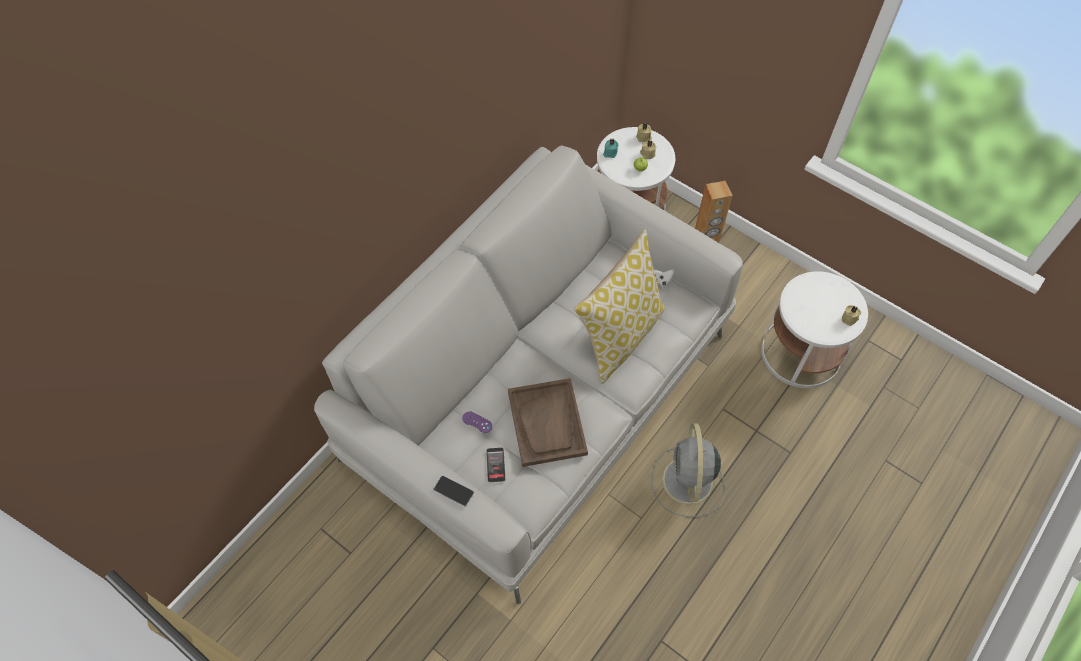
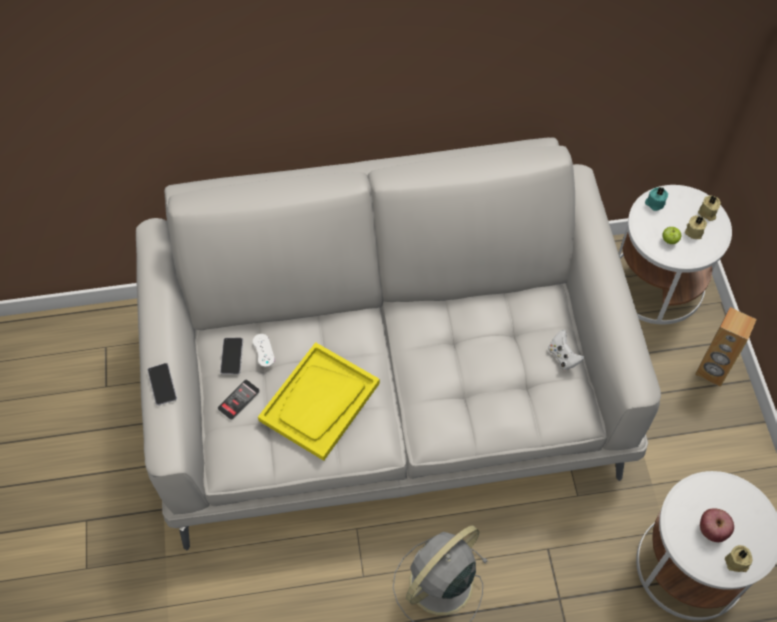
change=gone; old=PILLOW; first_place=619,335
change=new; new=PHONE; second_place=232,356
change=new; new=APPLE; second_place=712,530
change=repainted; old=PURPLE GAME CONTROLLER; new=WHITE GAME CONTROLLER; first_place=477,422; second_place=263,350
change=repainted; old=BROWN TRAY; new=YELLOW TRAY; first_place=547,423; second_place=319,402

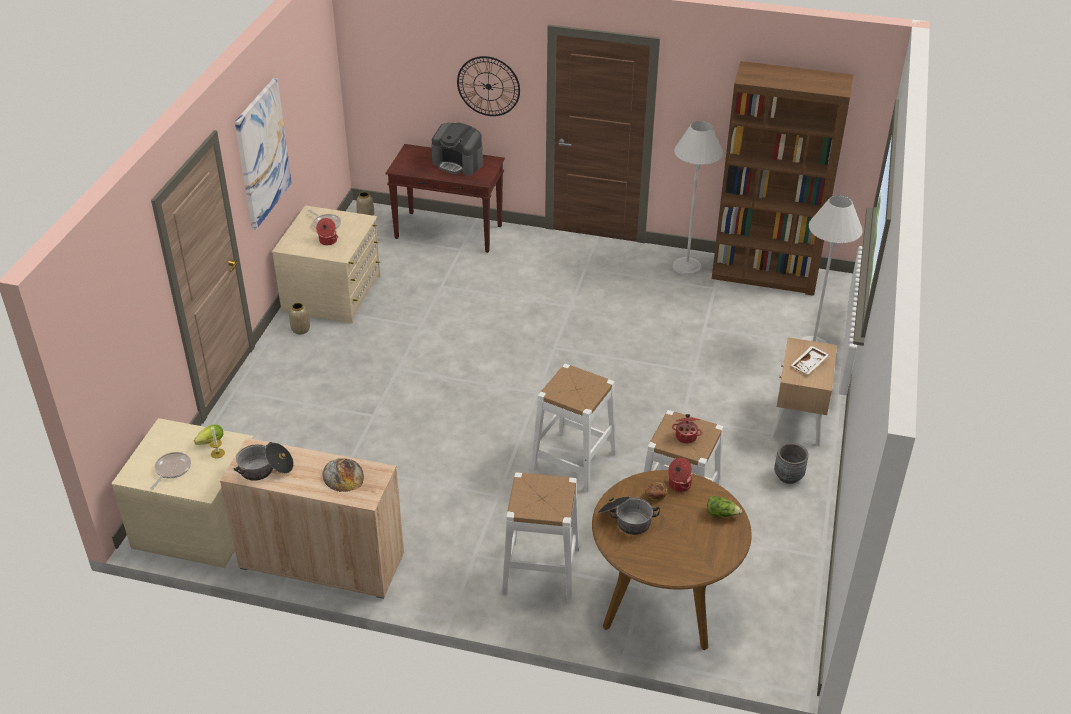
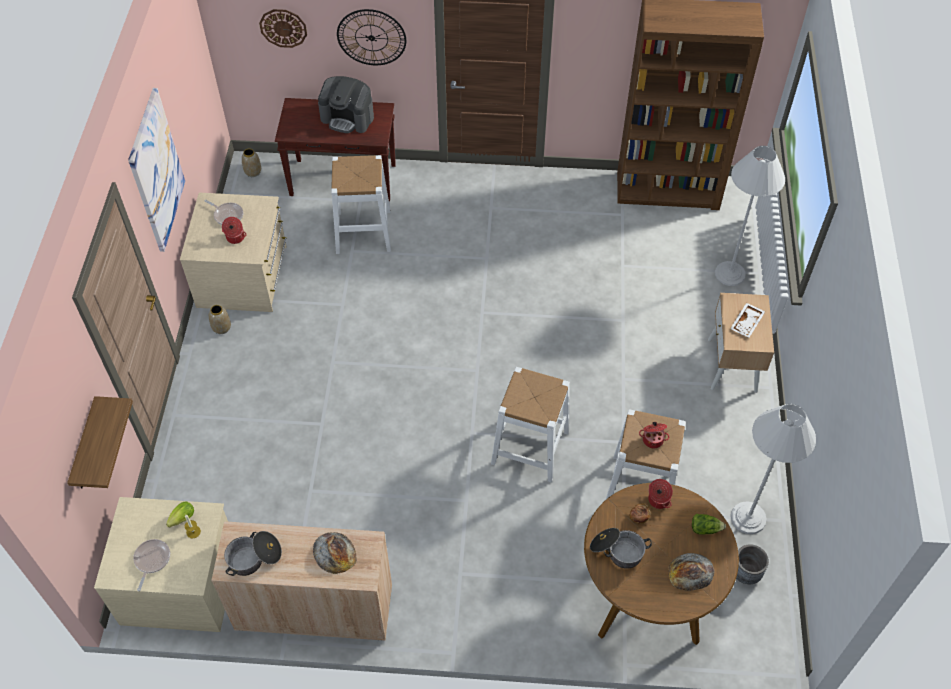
change=new; new=SHELF; second_place=86,447
change=new; new=WALL CLOCK; second_place=283,28
change=new; new=BREAD; second_place=690,572
change=shifted; old=WHITE STOOL; first_place=540,571; second_place=363,231
change=shifted; old=WHITE FLOOR LAMP; first_place=687,267; second_place=748,518
change=shifted; old=GREY PLANTER; first_place=788,476; second_place=745,573

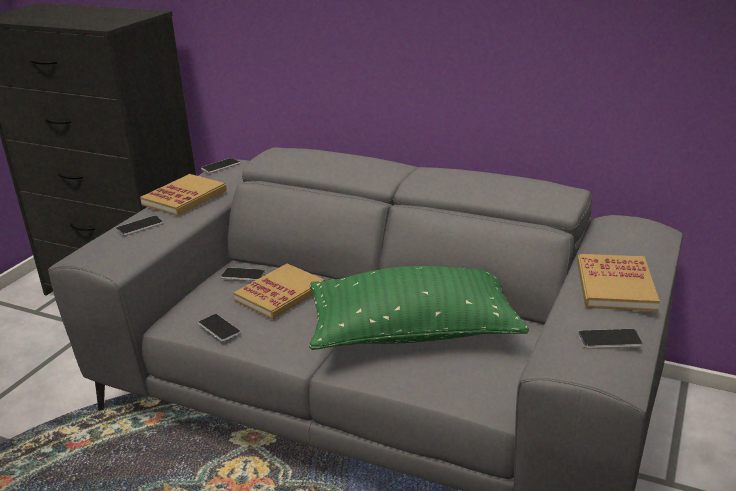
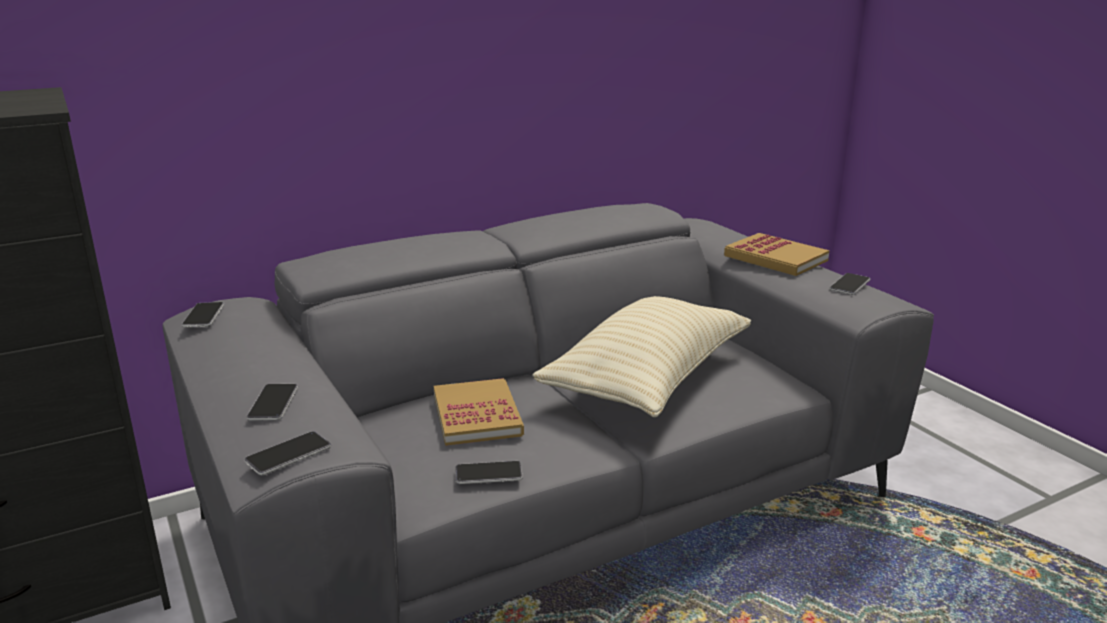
change=gone; old=BOOK; first_place=185,198
change=shifted; old=PHONE; first_place=243,275; second_place=288,455
change=repainted; old=GREEN PILLOW; new=BEIGE PILLOW; first_place=413,332; second_place=647,379

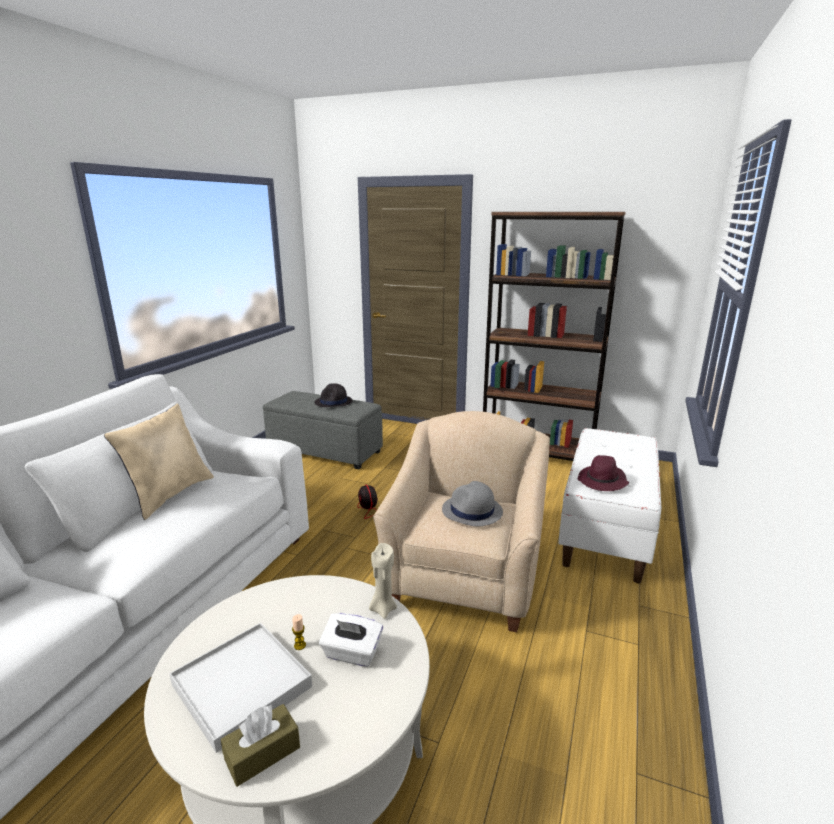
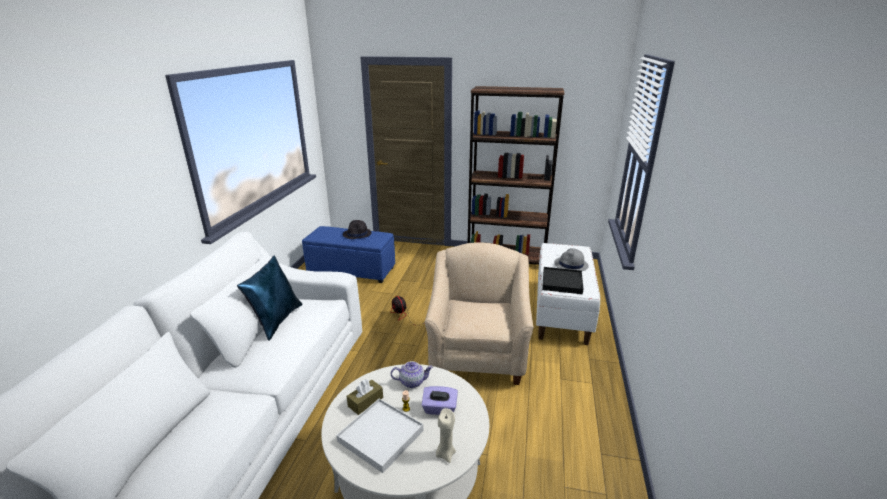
change=new; new=TEAPOT; second_place=412,382
change=shifted; old=BROWN TISSUE BOX; first_place=262,753; second_place=365,402
change=shifted; old=BEIGE CANDLE; first_place=383,608; second_place=445,454
change=shifted; old=GREY HAT; first_place=472,511; second_place=571,265
change=swapped; old=PURPLE HAT; new=BLACK TRAY; first_place=602,482; second_place=562,282
change=repainted; old=BEIGE PILLOW; new=BLUE PILLOW; first_place=170,494; second_place=277,320
change=repainted; old=GREY OTTOMAN; new=BLUE OTTOMAN; first_place=325,451; second_place=352,270
change=repainted; old=WHITE TISSUE BOX; new=PURPLE TISSUE BOX; first_place=352,653; second_place=439,409

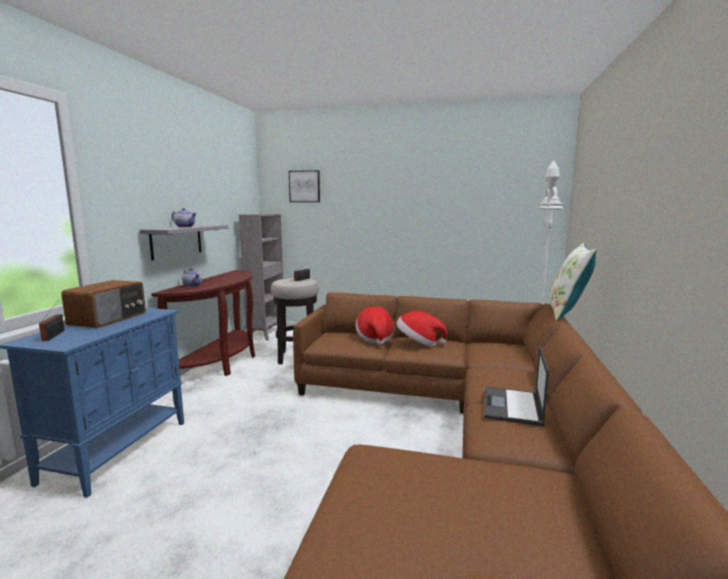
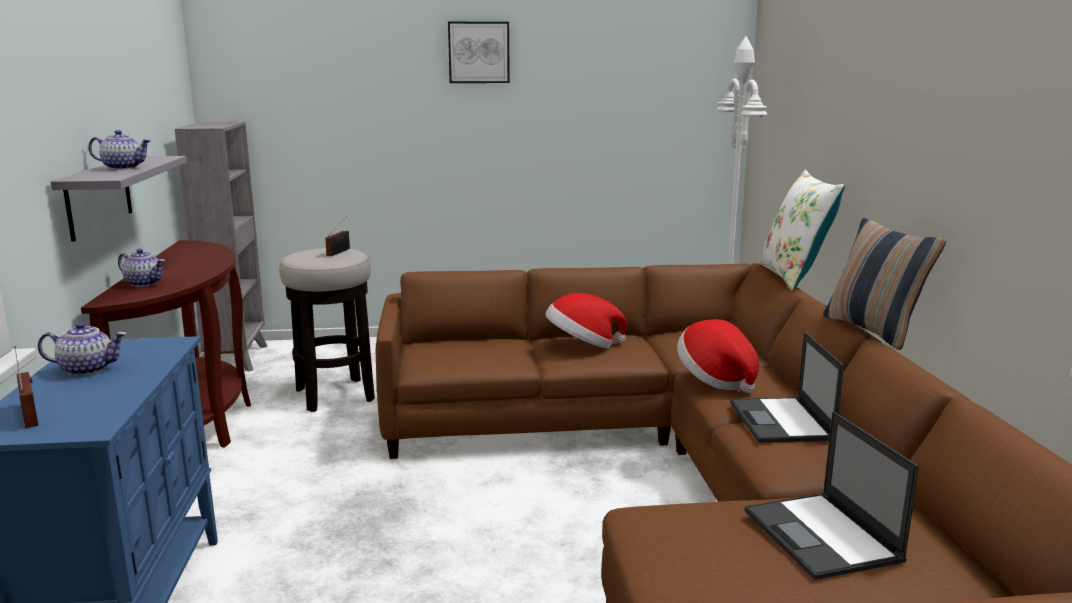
change=new; new=LAPTOP; second_place=823,536
change=new; new=PILLOW; second_place=873,330
change=shifted; old=PICTURE; first_place=304,186; second_place=478,52
change=shifted; old=HAT; first_place=375,338; second_place=716,379
change=swapped; old=RADIO; new=TEAPOT; first_place=109,319; second_place=88,369

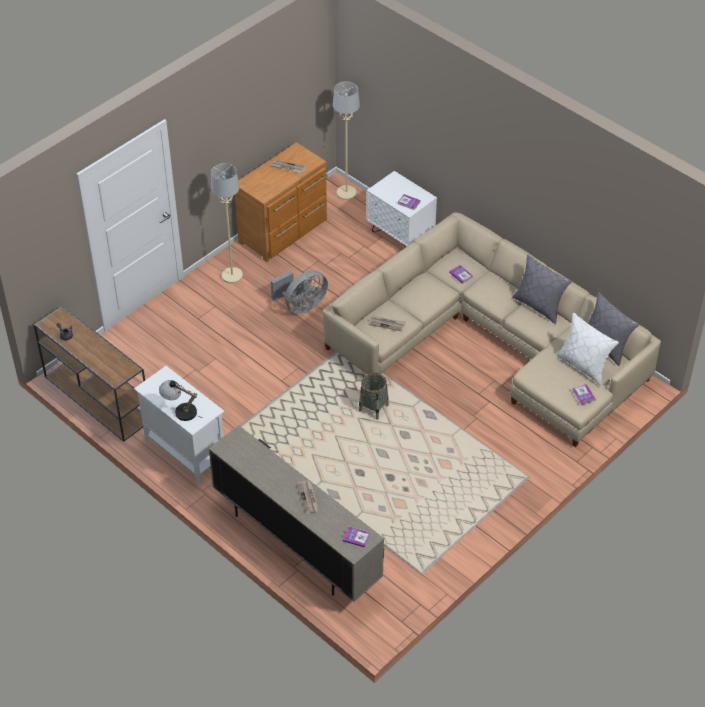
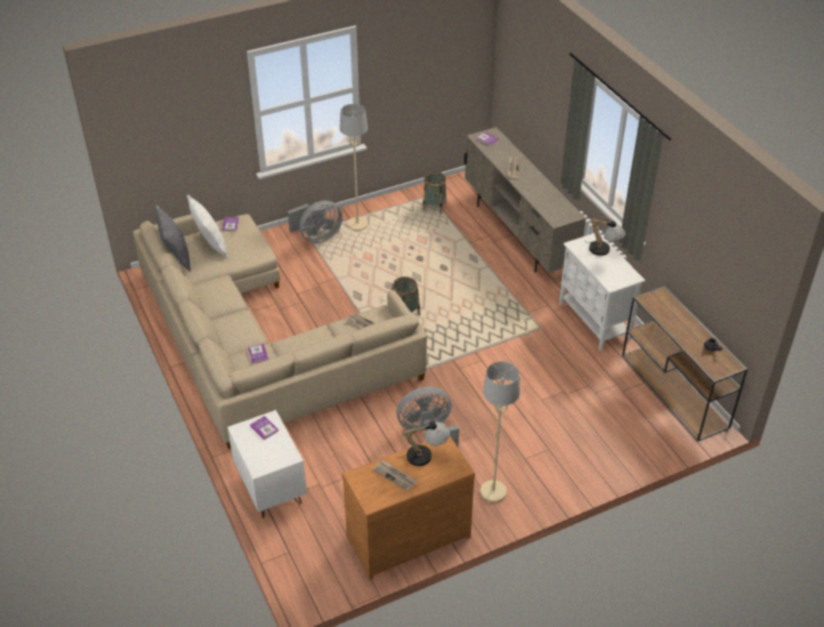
change=gone; old=GREY PILLOW; first_place=539,305
change=new; new=GREY FAN; second_place=317,237
change=new; new=TABLE LAMP; second_place=426,456
change=new; new=BASKET; second_place=434,207
change=shifted; old=BEIGE FLOOR LAMP; first_place=346,193; second_place=357,225

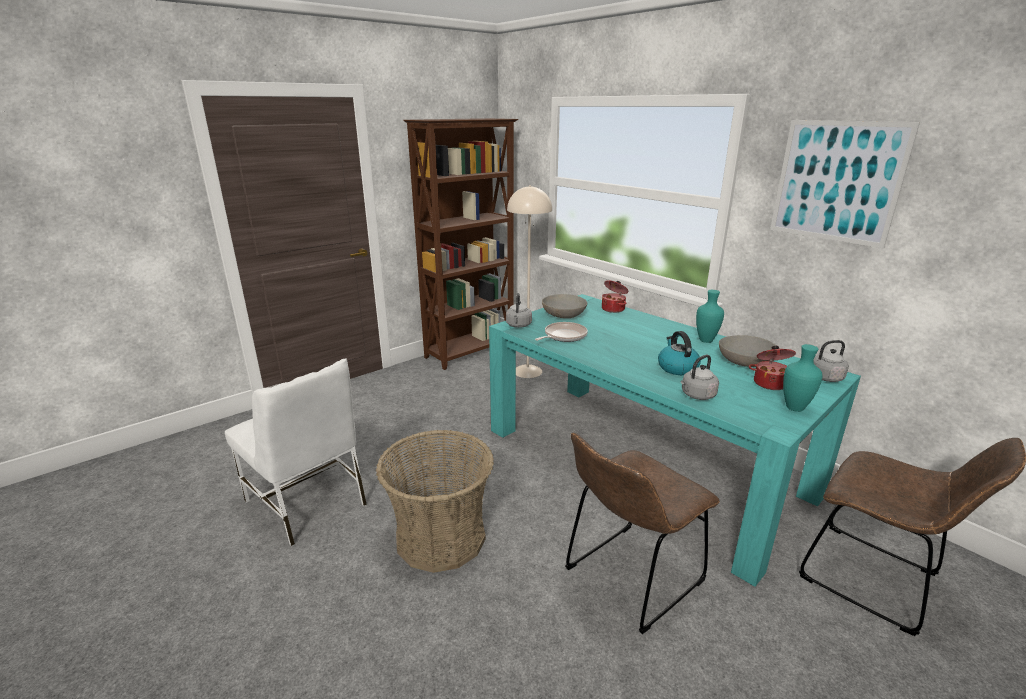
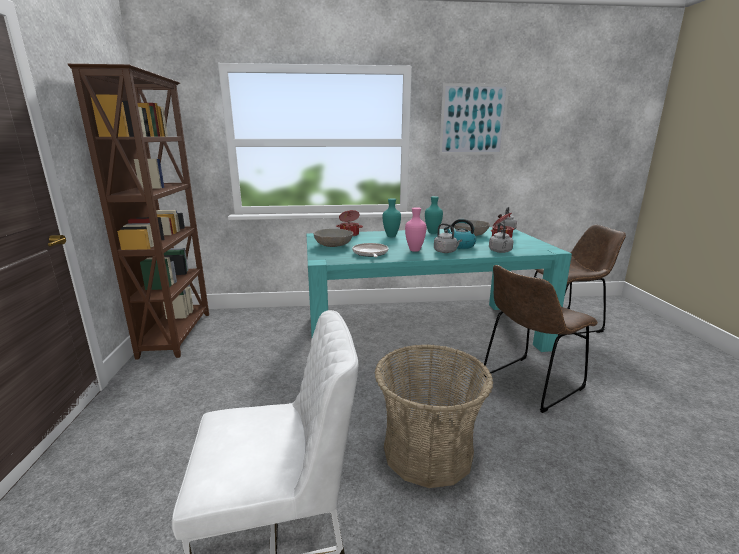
change=gone; old=BEIGE FLOOR LAMP; first_place=527,371
change=new; new=PINK VASE; second_place=415,250
change=shifted; old=GREY KETTLE; first_place=518,325; second_place=446,252
change=shifted; old=TURQUOISE VASE; first_place=795,408; second_place=392,236
change=rotated; old=BROWN CHAIR; first_place=629,578; second_place=528,384; degrees=60

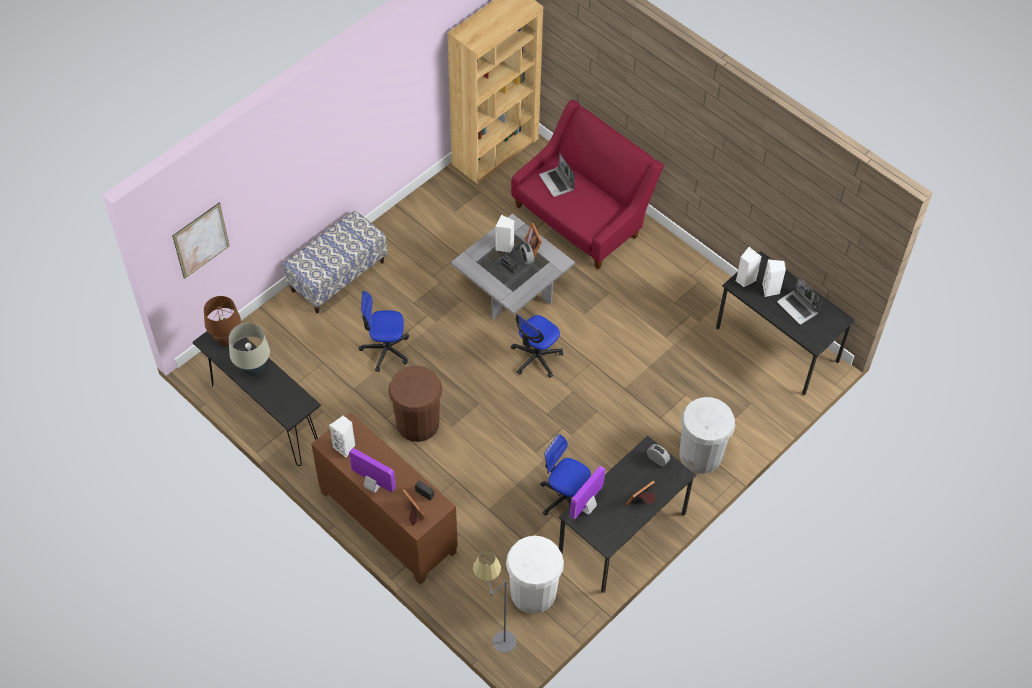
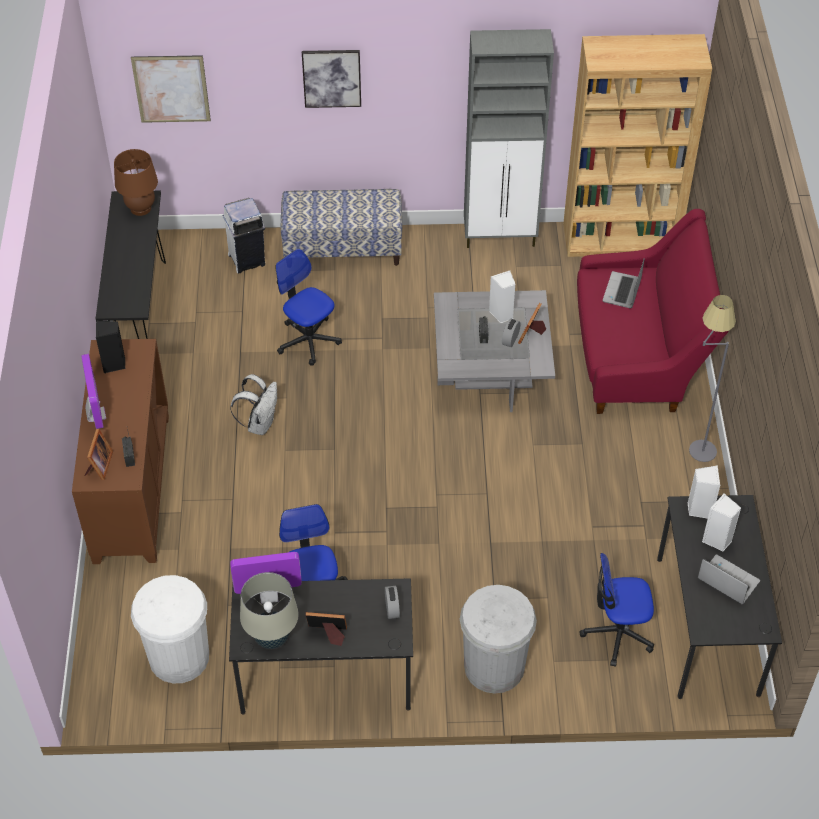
change=new; new=WHITE TRASH CAN; second_place=247,259
change=new; new=PICTURE; second_place=331,78
change=new; new=GREY CABINET; second_place=501,237
change=shifted; old=BEIGE TABLE LAMP; first_place=253,369; second_place=272,638
change=shifted; old=GREY FLOOR LAMP; first_place=494,637; second_place=697,441
change=shifted; old=OFFICE CHAIR; first_place=536,358; second_place=617,633
change=swapped; old=BROWN TRASH CAN; new=WHITE BACKPACK; first_place=417,423; second_place=260,424
change=repainted; old=WHITE SPEAKER; new=BLACK SPEAKER; first_place=345,447; second_place=114,364
change=rotated; old=LAPTOP; first_place=798,308; second_place=727,581; degrees=120

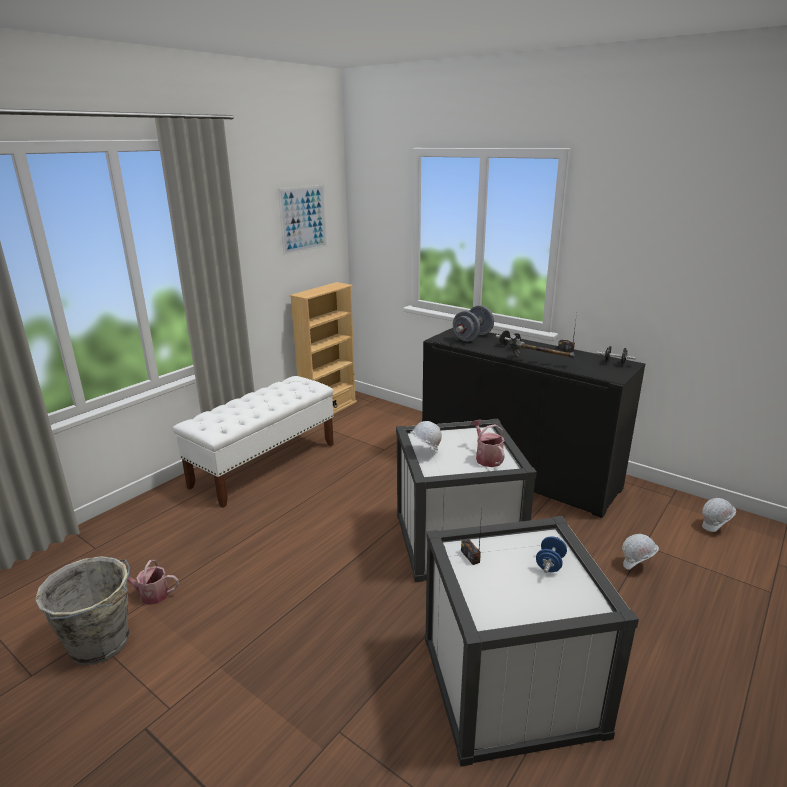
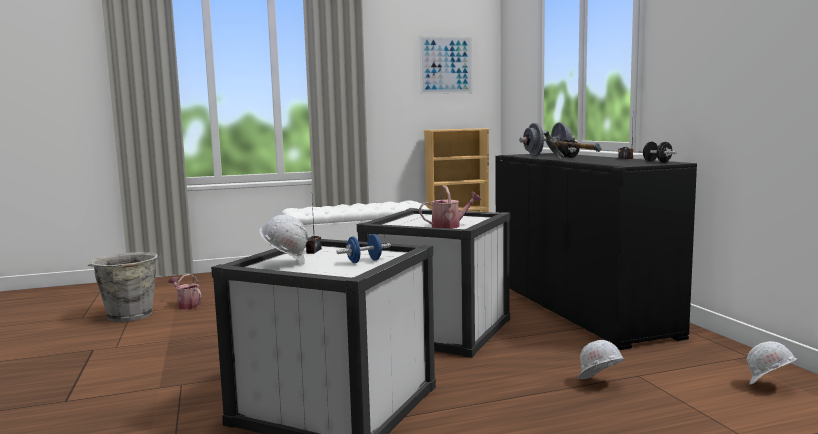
change=shifted; old=WHITE HARD HAT; first_place=424,453; second_place=285,264
change=rotated; old=WATERING CAN; first_place=487,458; second_place=450,226; degrees=60

